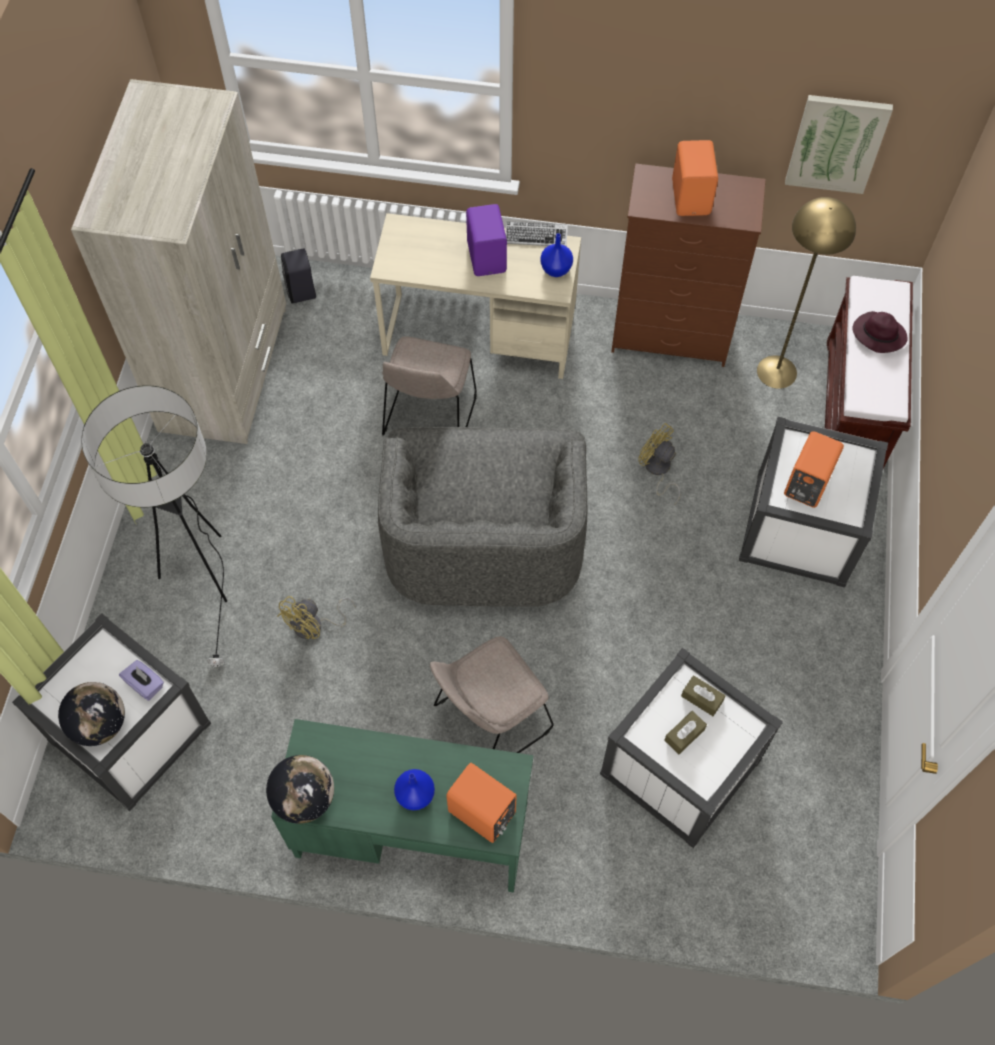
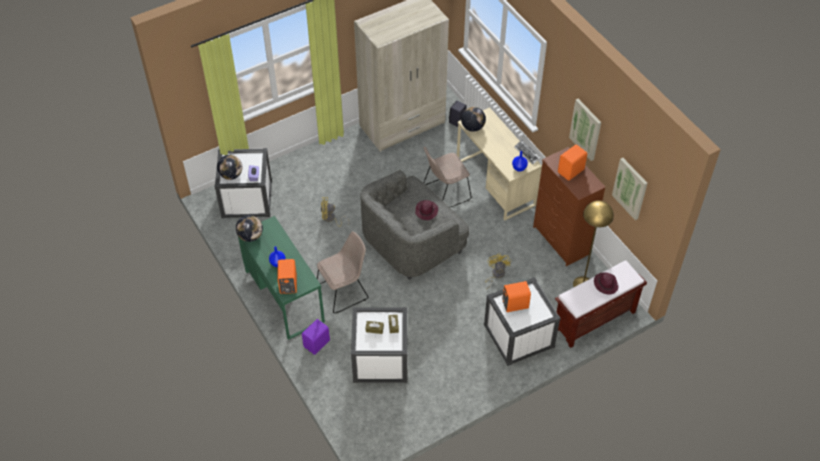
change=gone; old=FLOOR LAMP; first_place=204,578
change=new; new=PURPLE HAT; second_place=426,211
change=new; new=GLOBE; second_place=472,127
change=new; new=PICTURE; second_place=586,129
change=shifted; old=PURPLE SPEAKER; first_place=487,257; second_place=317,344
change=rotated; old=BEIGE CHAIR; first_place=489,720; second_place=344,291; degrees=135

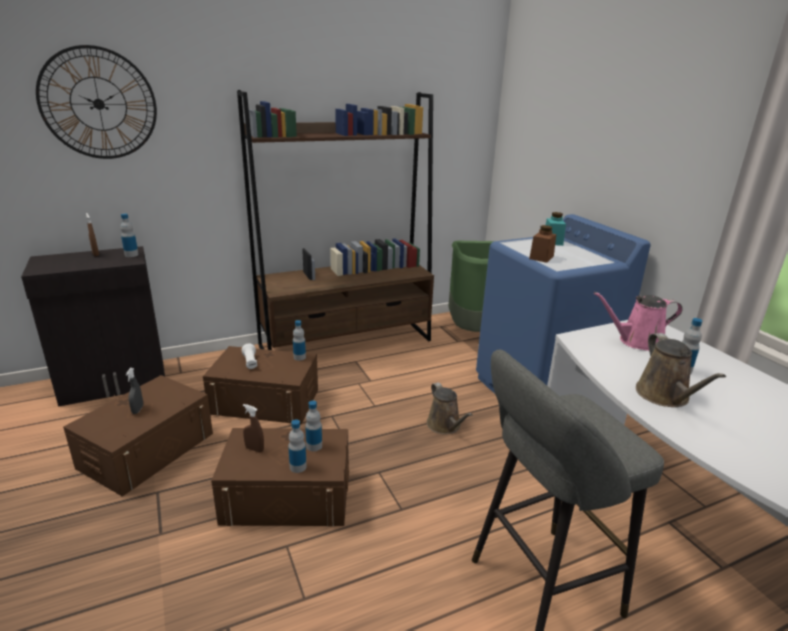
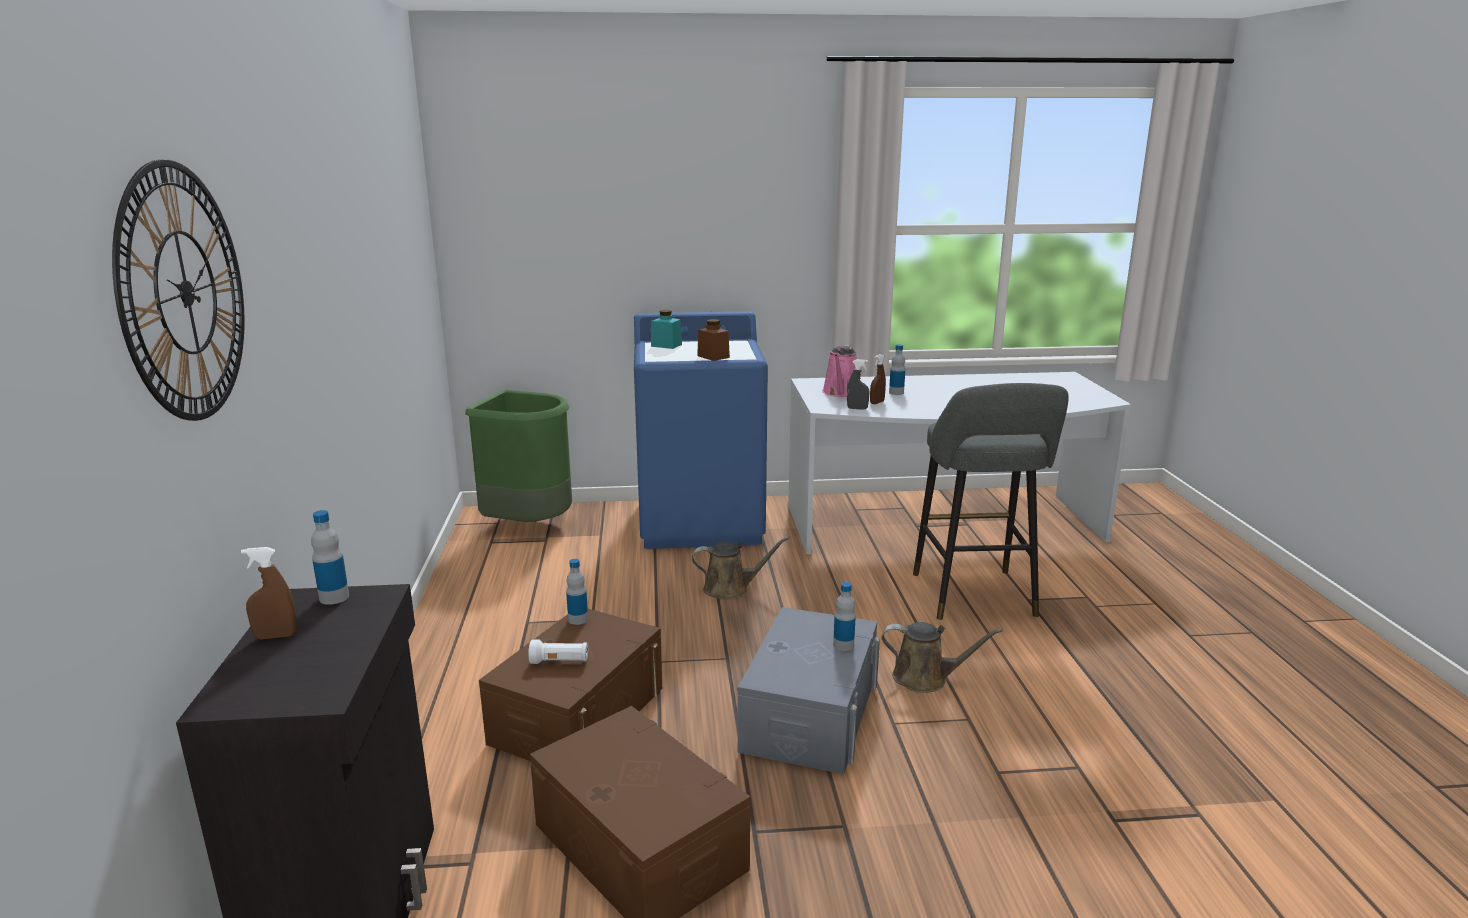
change=gone; old=BROWN BOOKCASE; first_place=347,343
change=gone; old=BOTTLE; first_place=314,446
change=shifted; old=GREY SPRAY BOTTLE; first_place=137,410; second_place=857,408
change=shifted; old=BROWN SPRAY BOTTLE; first_place=254,449; second_place=877,402
change=shifted; old=BROWN WATERING CAN; first_place=665,396; second_place=925,678
change=repainted; old=BROWN STORAGE BOX; new=GREY STORAGE BOX; first_place=287,496; second_place=809,714

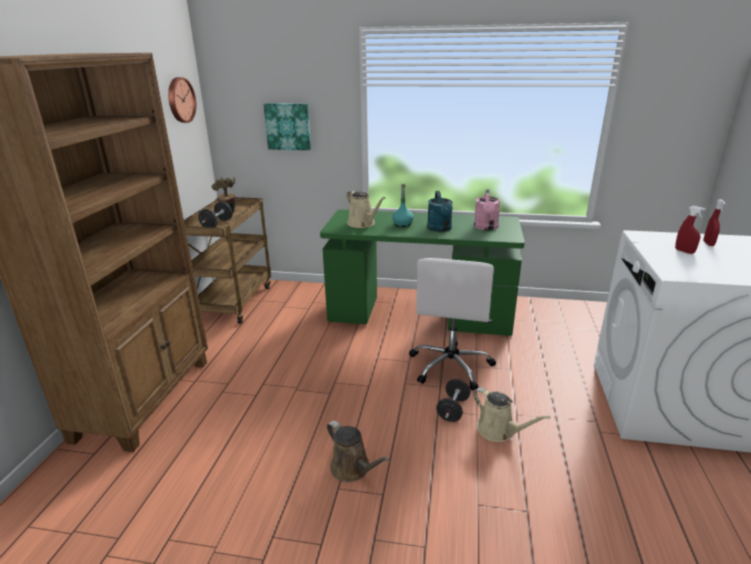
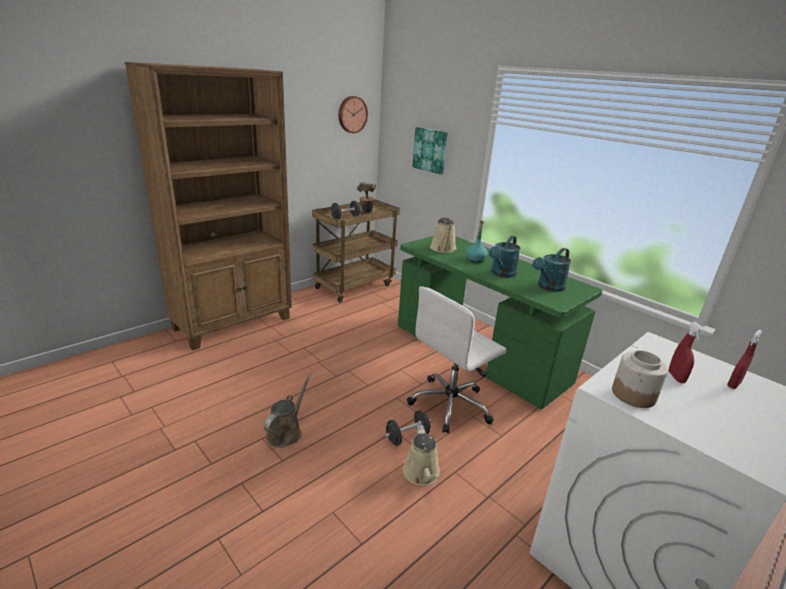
change=new; new=JAR; second_place=634,395
change=repainted; old=PINK WATERING CAN; new=TURQUOISE WATERING CAN; first_place=486,227; second_place=548,287
change=rotated; old=BROWN WATERING CAN; first_place=353,468; second_place=286,432; degrees=-150

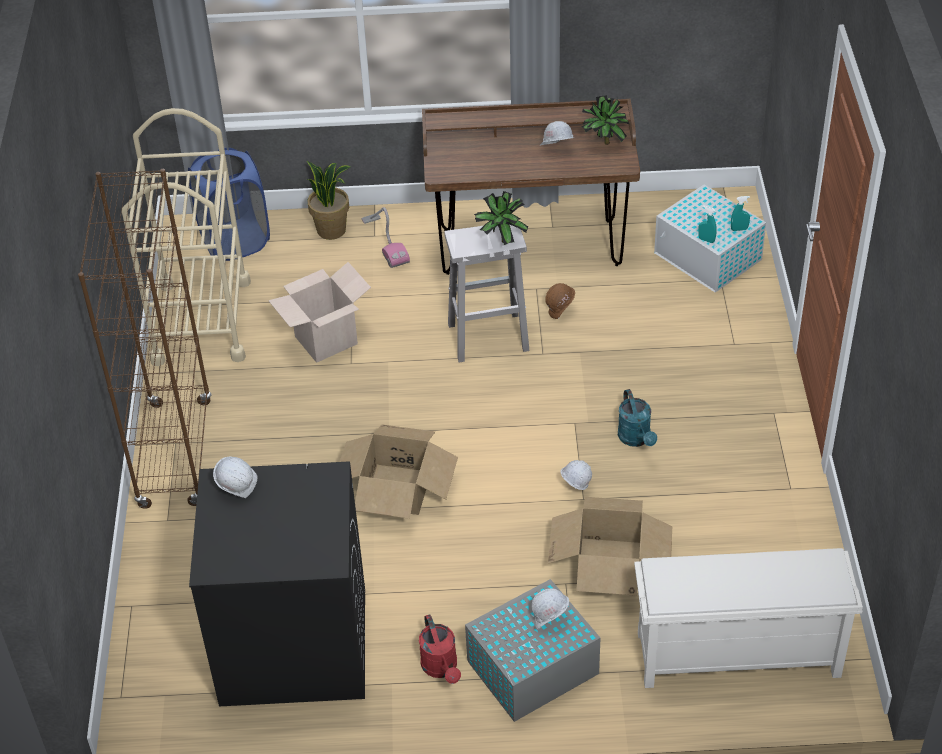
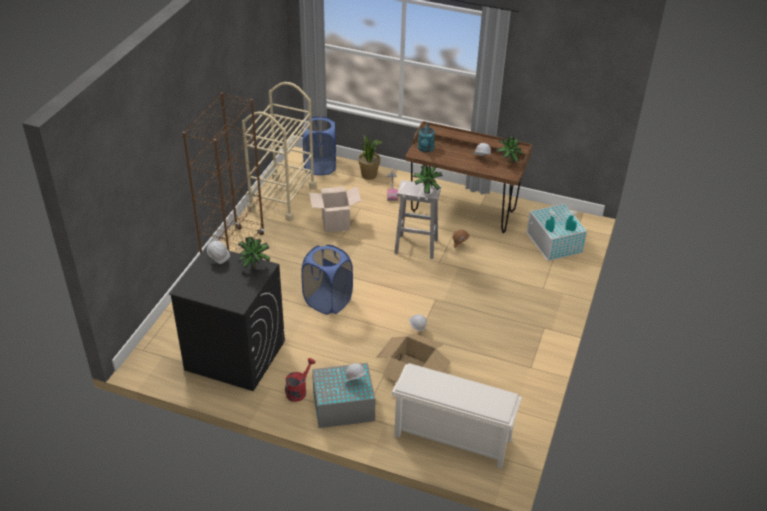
change=new; new=POTTED PLANT; second_place=254,266
change=shifted; old=TURQUOISE WATERING CAN; first_place=636,439; second_place=425,149
change=swapped; old=CARDBOARD BOX; new=BLUE LAUNDRY BASKET; first_place=396,489; second_place=327,301
change=rotated; old=RED WATERING CAN; first_place=441,668; second_place=298,390; degrees=-150

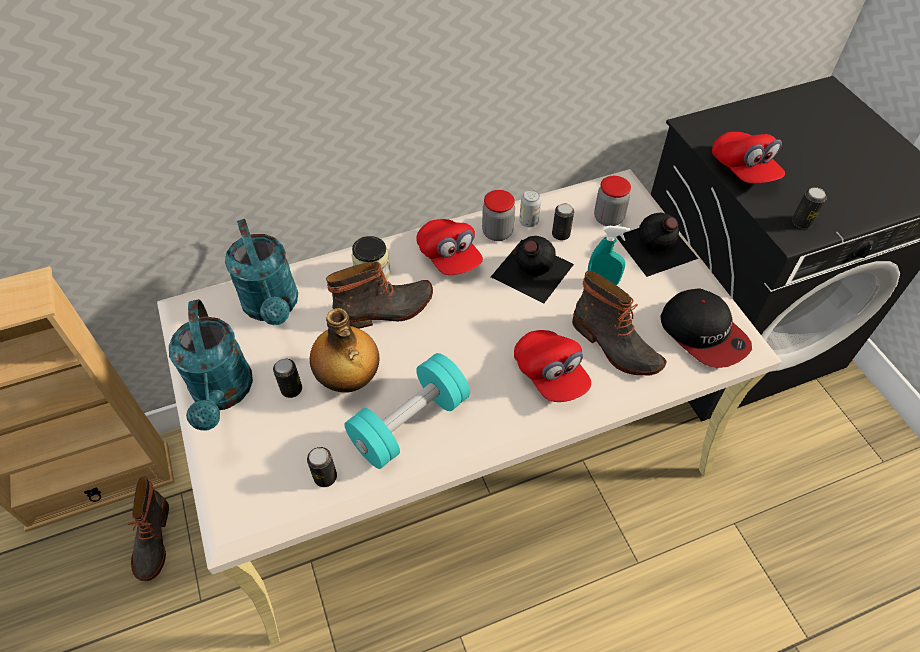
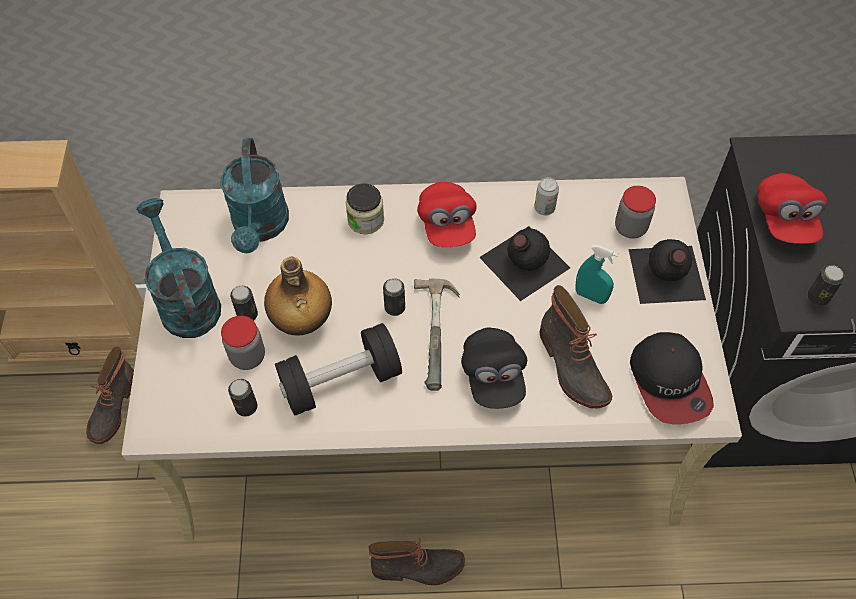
change=new; new=HAMMER; second_place=441,334
change=shifted; old=BOOT; first_place=385,310; second_place=418,568
change=shifted; old=JAR; first_place=497,232; second_place=247,356
change=shifted; old=CAN; first_place=560,234; second_place=394,307
change=repainted; old=TURQUOISE DUMBBELL; new=BLACK DUMBBELL; first_place=409,423; second_place=340,381
change=repainted; old=RED CAP; new=BLACK CAP; first_place=550,375; second_place=493,376
change=rotated; old=TURQUOISE WATERING CAN; first_place=222,394; second_place=186,300; degrees=150

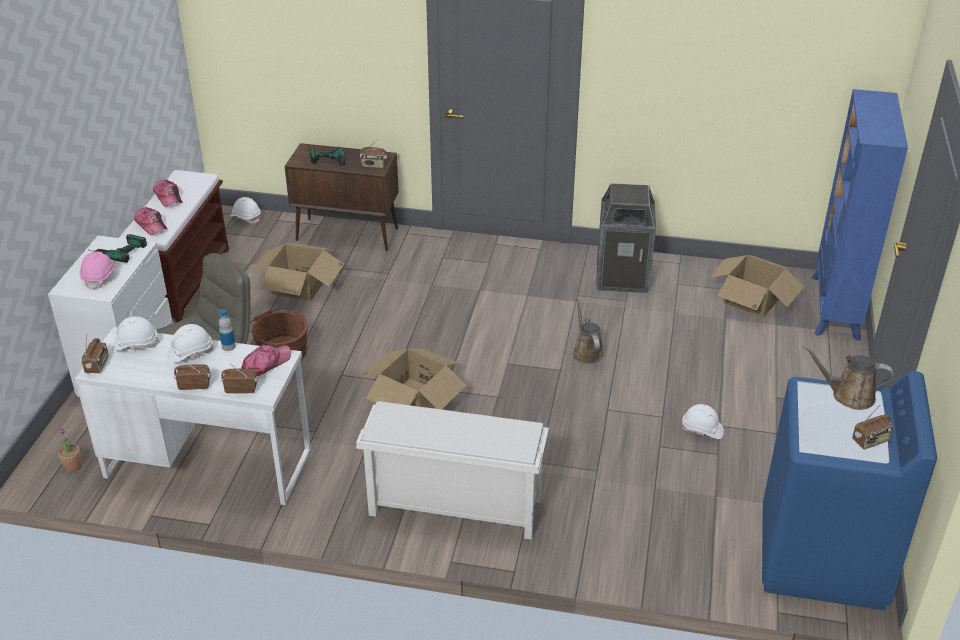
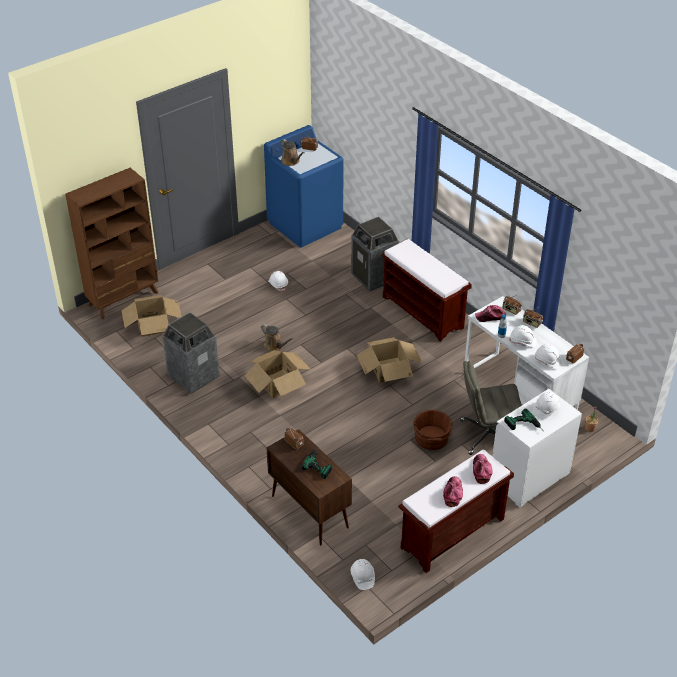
change=new; new=TRASH CAN; second_place=374,277
change=shifted; old=CARDBOARD BOX; first_place=299,286; second_place=277,383
change=swapped; old=WHITE SHOE RACK; new=BROWN BENCH; first_place=453,507; second_place=423,312
change=repainted; old=PINK HARD HAT; new=WHITE HARD HAT; first_place=100,277; second_place=545,409
change=repainted; old=BLUE BOOKCASE; new=BROWN BOOKCASE; first_place=834,307; second_place=124,299
change=rotated; old=BROWN WATERING CAN; first_place=586,352; second_place=275,346; degrees=-75

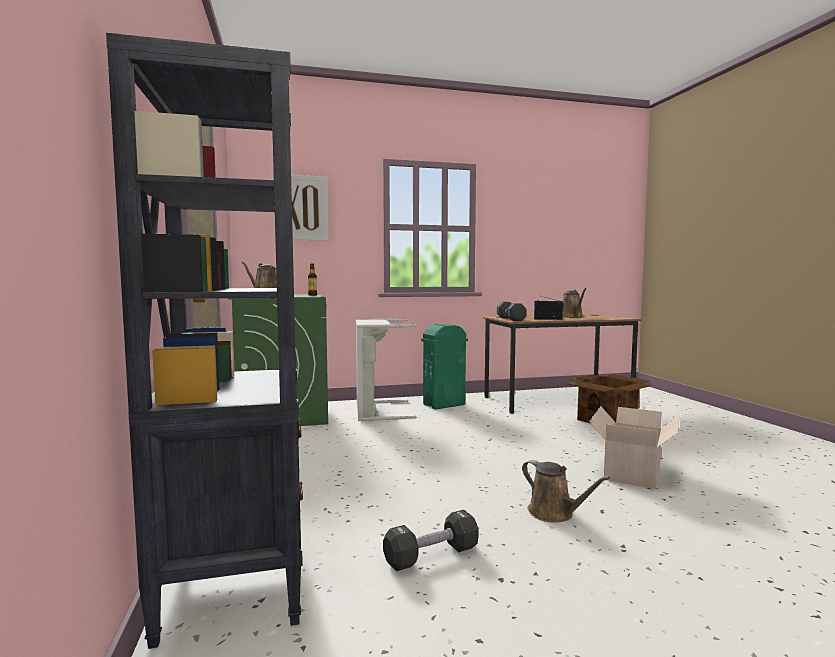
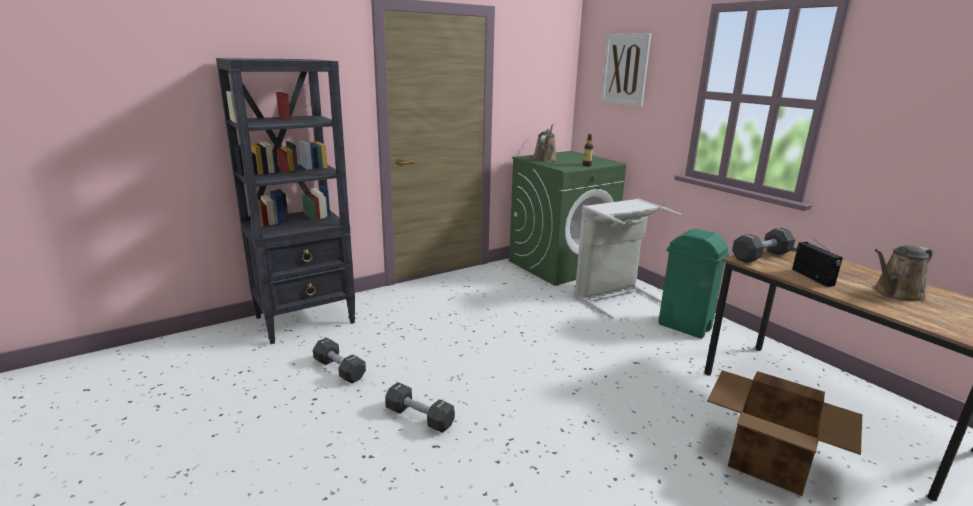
change=gone; old=CARDBOARD BOX; first_place=633,471
change=swapped; old=BROWN WATERING CAN; new=BLACK DUMBBELL; first_place=554,513; second_place=419,417

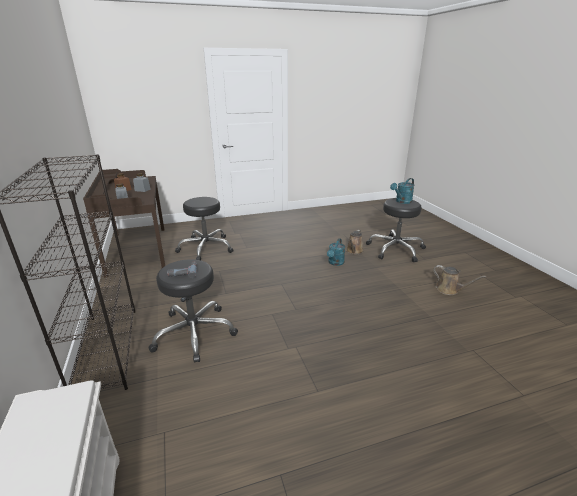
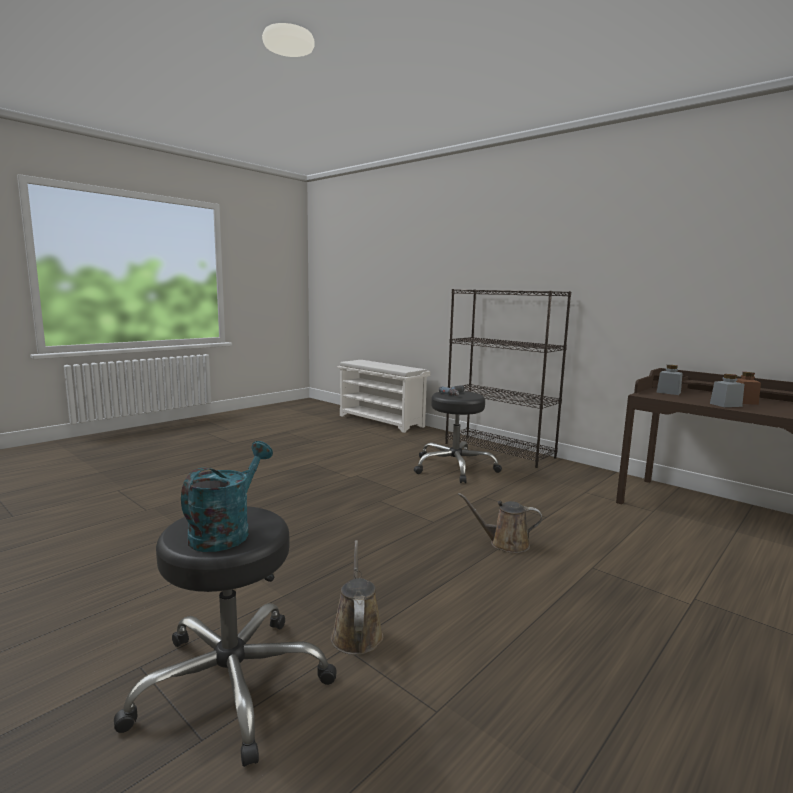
change=gone; old=BLACK STOOL; first_place=205,248
change=gone; old=TURQUOISE WATERING CAN; first_place=335,263
change=shifted; old=BROWN WATERING CAN; first_place=449,290; second_place=505,543

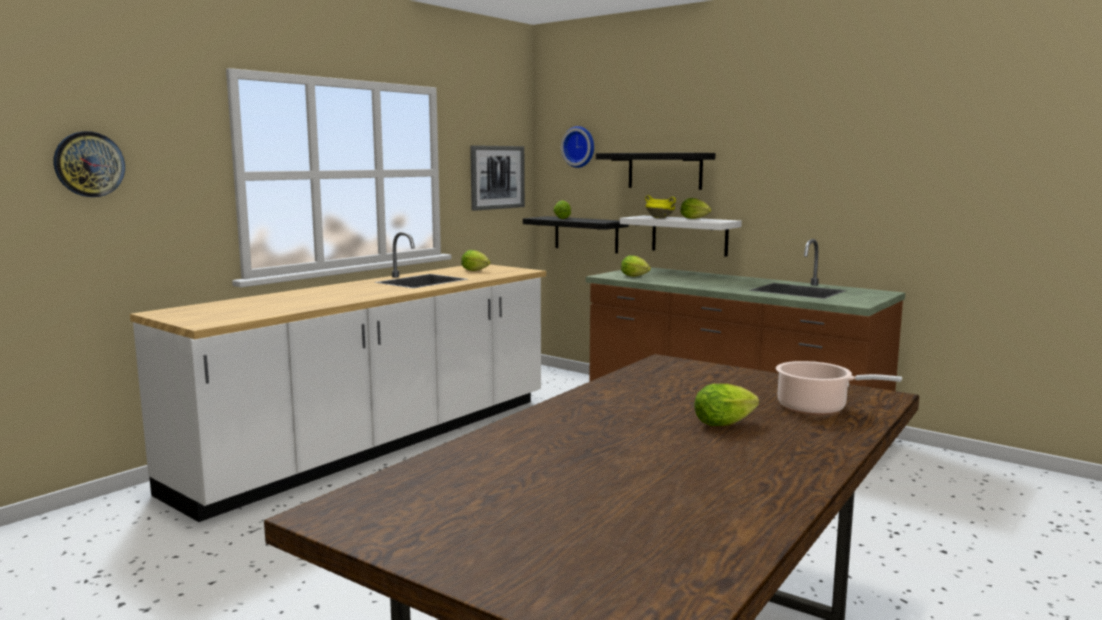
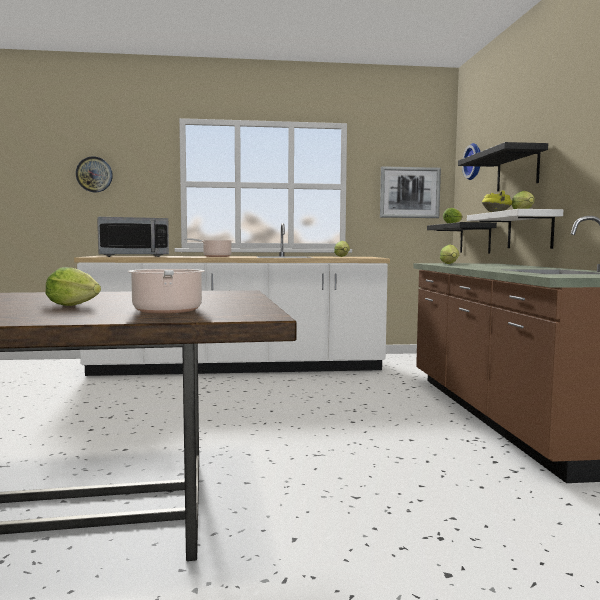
change=new; new=MICROWAVE; second_place=133,256
change=new; new=COOKING POT; second_place=215,256

